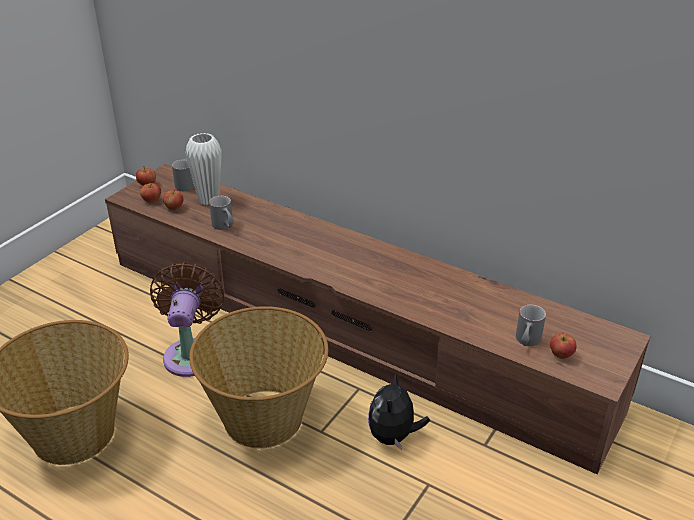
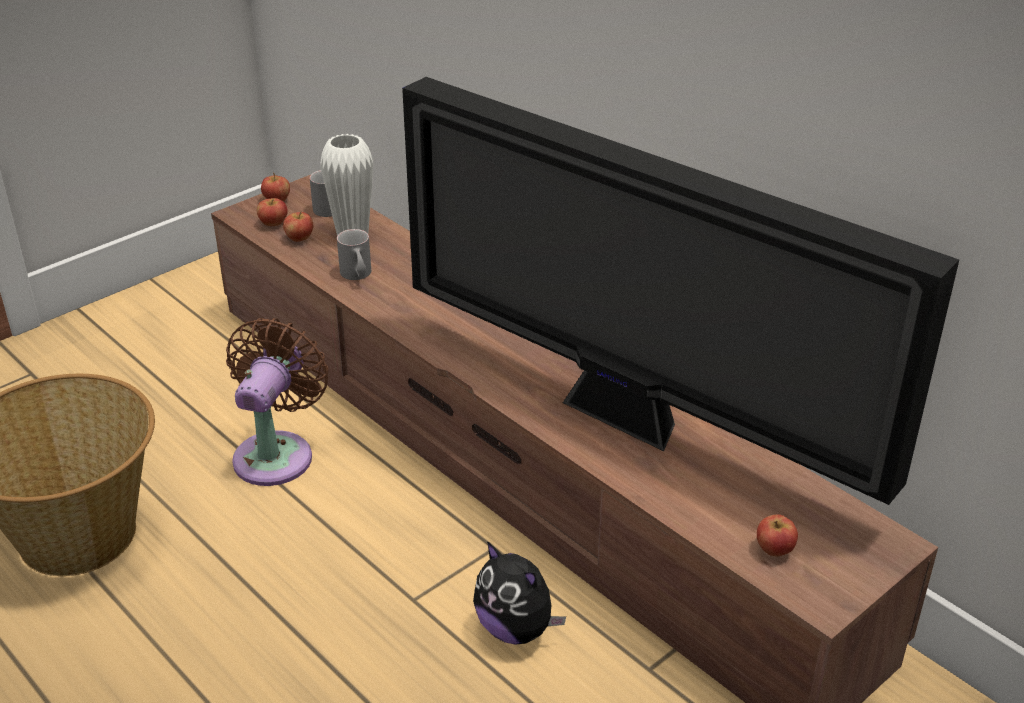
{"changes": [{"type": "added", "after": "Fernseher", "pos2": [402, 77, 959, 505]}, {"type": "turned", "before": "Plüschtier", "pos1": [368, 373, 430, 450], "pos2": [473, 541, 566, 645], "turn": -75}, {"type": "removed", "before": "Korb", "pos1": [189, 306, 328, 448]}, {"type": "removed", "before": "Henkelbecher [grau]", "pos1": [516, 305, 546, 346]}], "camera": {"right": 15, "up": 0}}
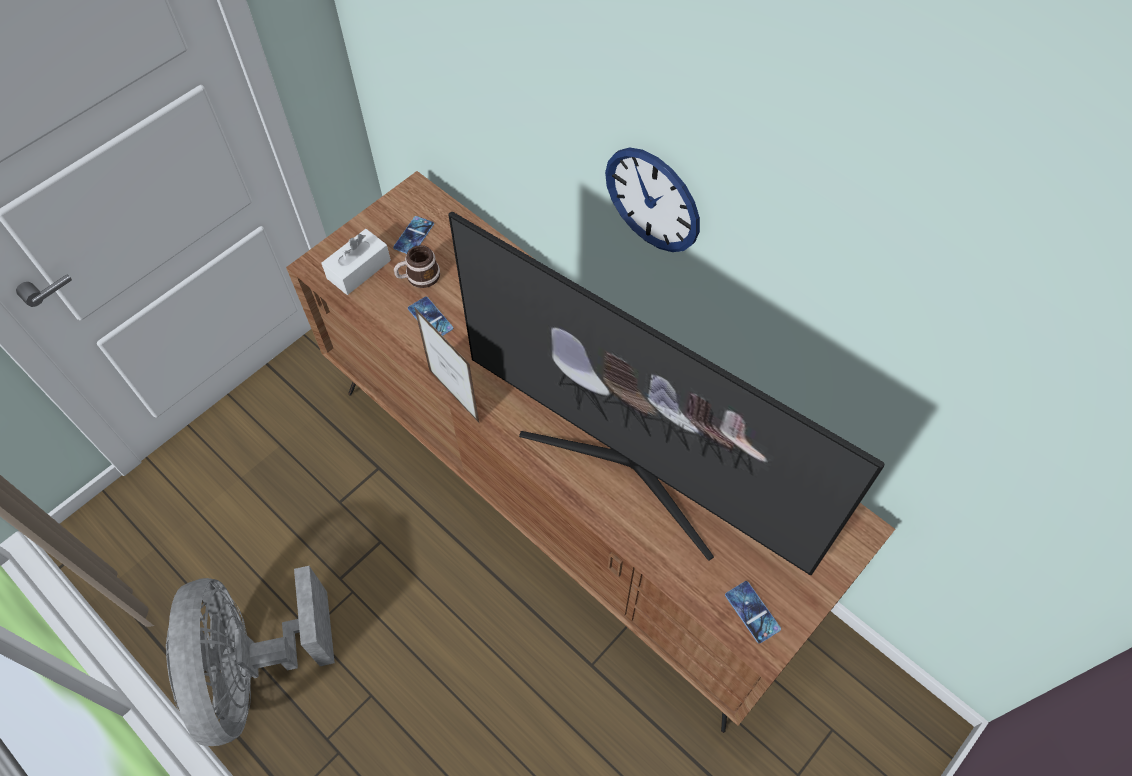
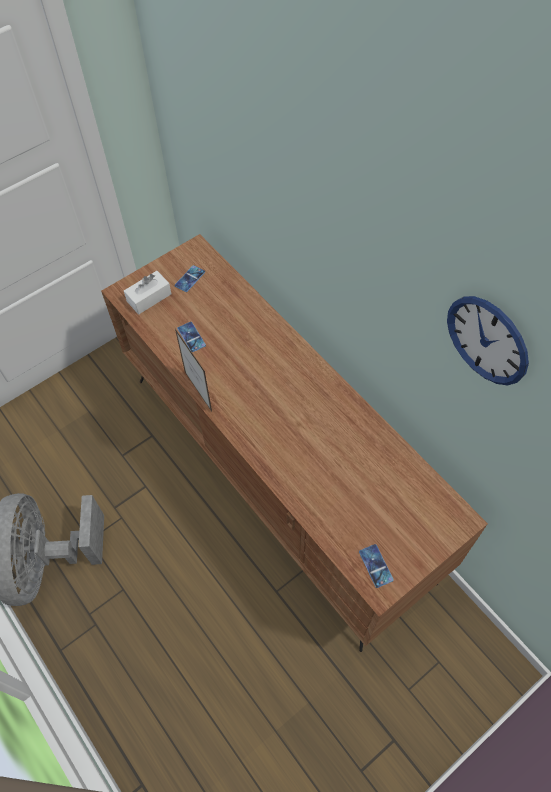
{"changes": [{"type": "moved", "before": "Wanduhr", "pos1": [605, 147, 700, 252], "pos2": [447, 296, 529, 385]}, {"type": "removed", "before": "Henkelbecher", "pos1": [394, 245, 440, 288]}, {"type": "removed", "before": "Fernseher", "pos1": [449, 212, 885, 575]}], "camera": {"right": 10, "up": 0}}
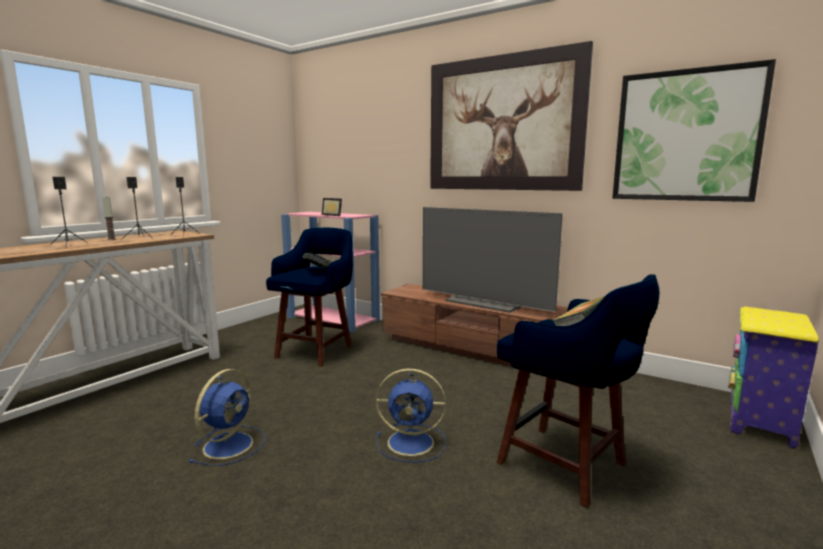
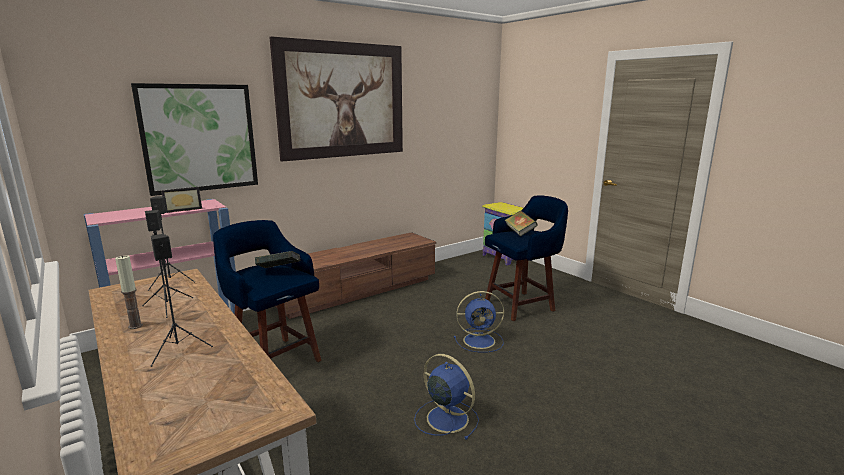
{"changes": [{"type": "moved", "before": "Bild", "pos1": [612, 59, 776, 202], "pos2": [131, 83, 258, 196]}, {"type": "turned", "before": "Ventilator [blau]", "pos1": [376, 369, 446, 463], "pos2": [454, 291, 504, 352], "turn": 60}, {"type": "removed", "before": "Fernseher", "pos1": [423, 207, 563, 313]}], "camera": {"right": -70, "up": 5}}
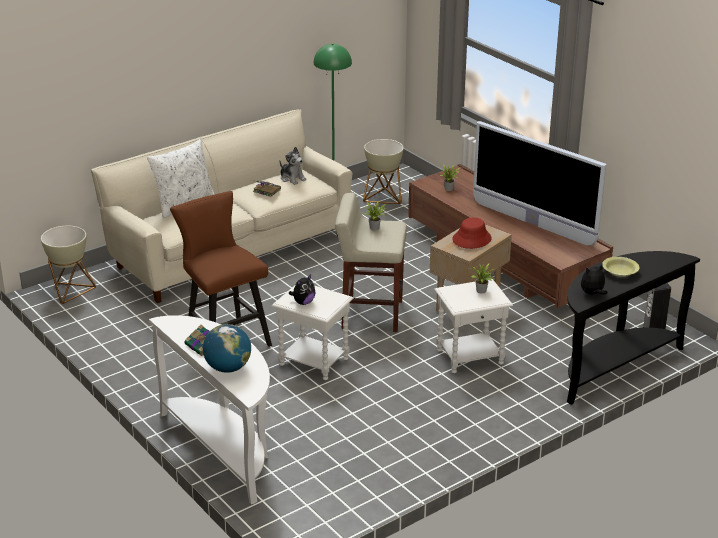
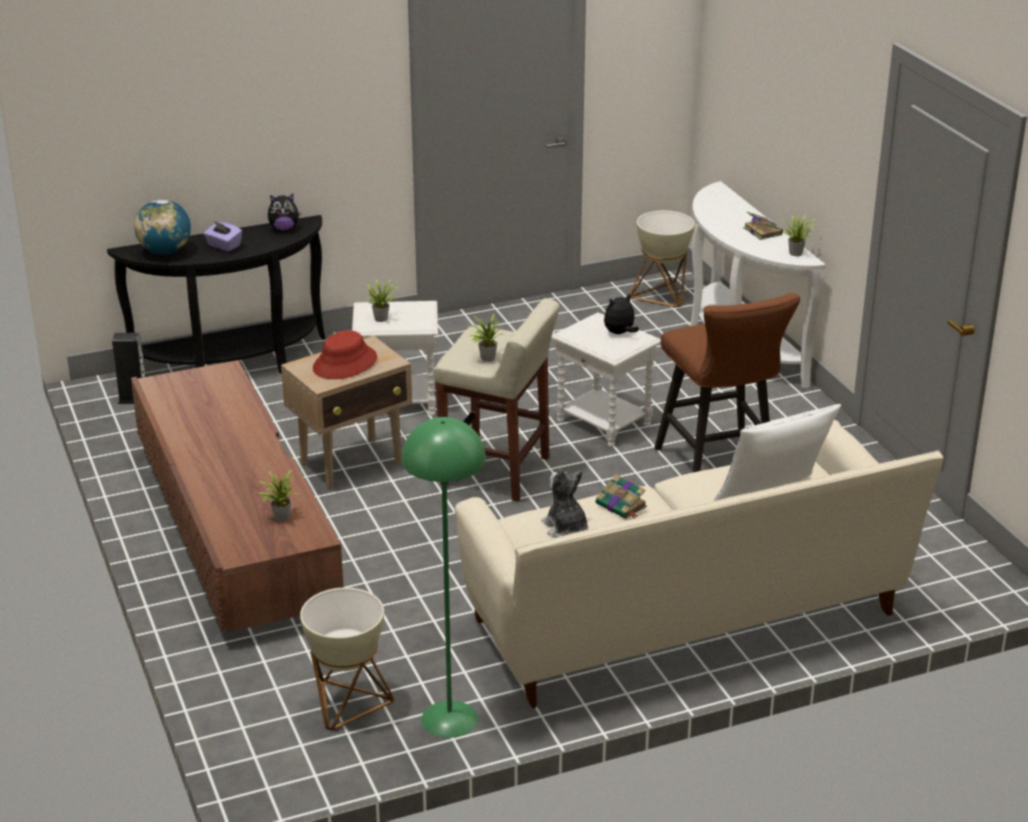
{"changes": [{"type": "moved", "before": "Globus", "pos1": [203, 324, 251, 373], "pos2": [135, 199, 191, 255]}, {"type": "replaced", "before": "Schüssel [gelb]", "after": "Taschentuchbox [lila]", "pos1": [602, 257, 639, 277], "pos2": [204, 221, 242, 252]}, {"type": "moved", "before": "Pflanzkübel", "pos1": [41, 226, 96, 304], "pos2": [630, 211, 695, 307]}, {"type": "added", "after": "Topfpflanze", "pos2": [782, 214, 817, 256]}, {"type": "removed", "before": "Fernseher", "pos1": [473, 121, 606, 246]}], "camera": {"right": -165, "up": 0}}
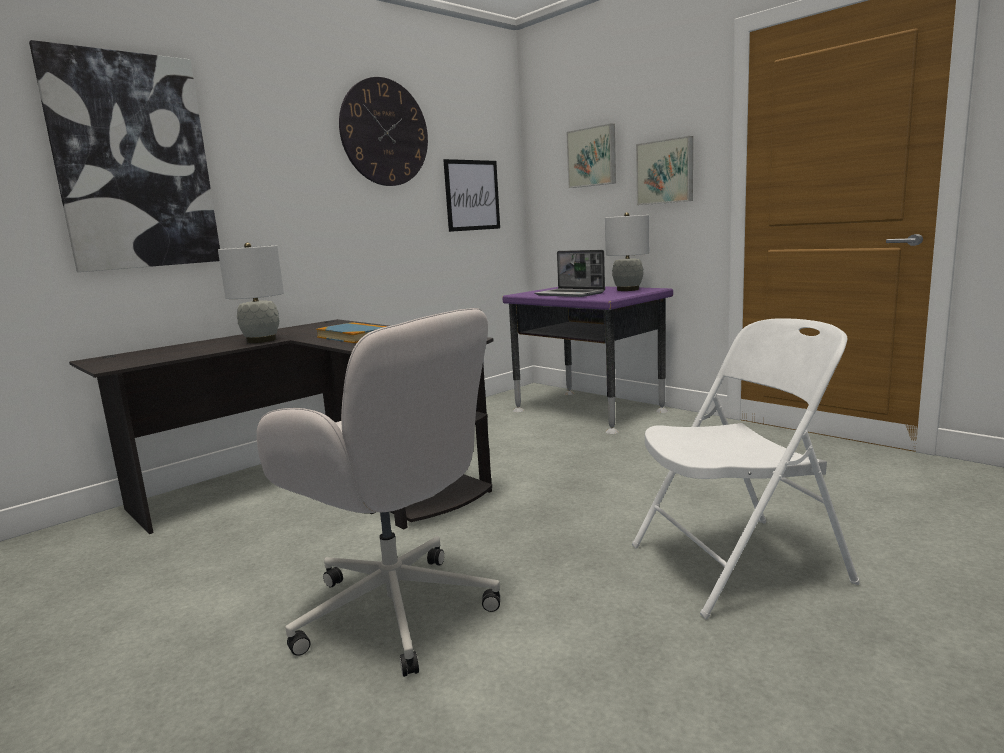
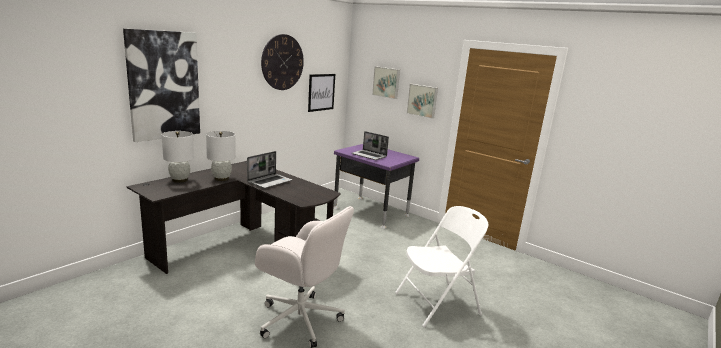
{"changes": [{"type": "moved", "before": "Tischlampe [weiß]", "pos1": [605, 212, 649, 291], "pos2": [162, 131, 194, 183]}, {"type": "replaced", "before": "Buch", "after": "Laptop", "pos1": [316, 322, 388, 343], "pos2": [247, 151, 292, 188]}], "camera": {"right": -10, "up": 5}}
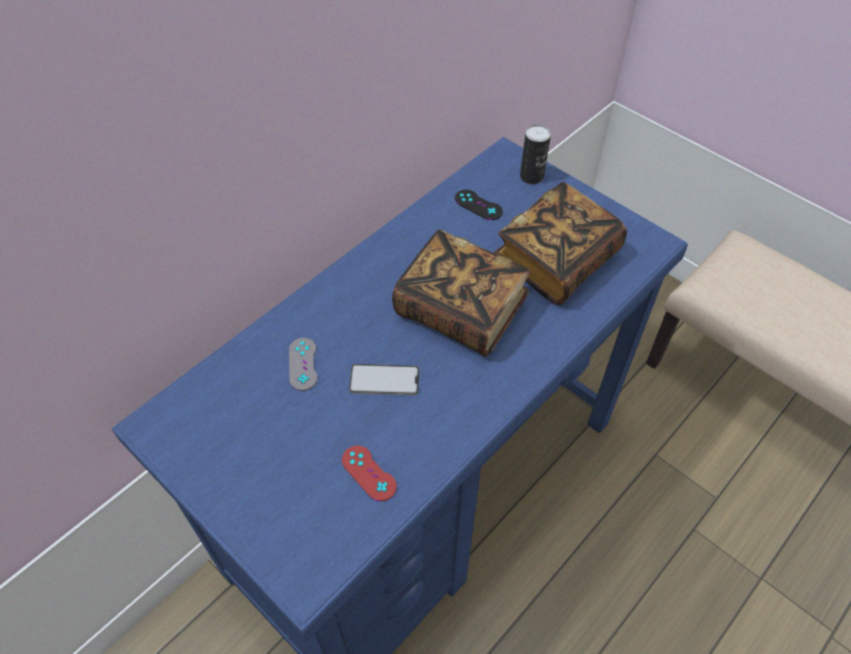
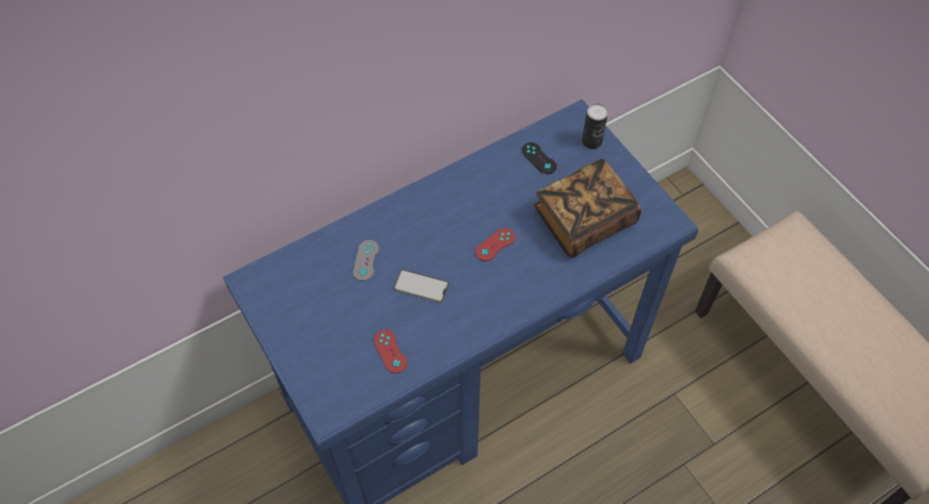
{"changes": [{"type": "replaced", "before": "Buch", "after": "Gamepad [rot]", "pos1": [392, 229, 530, 356], "pos2": [475, 228, 515, 261]}], "camera": {"right": 15, "up": 5}}
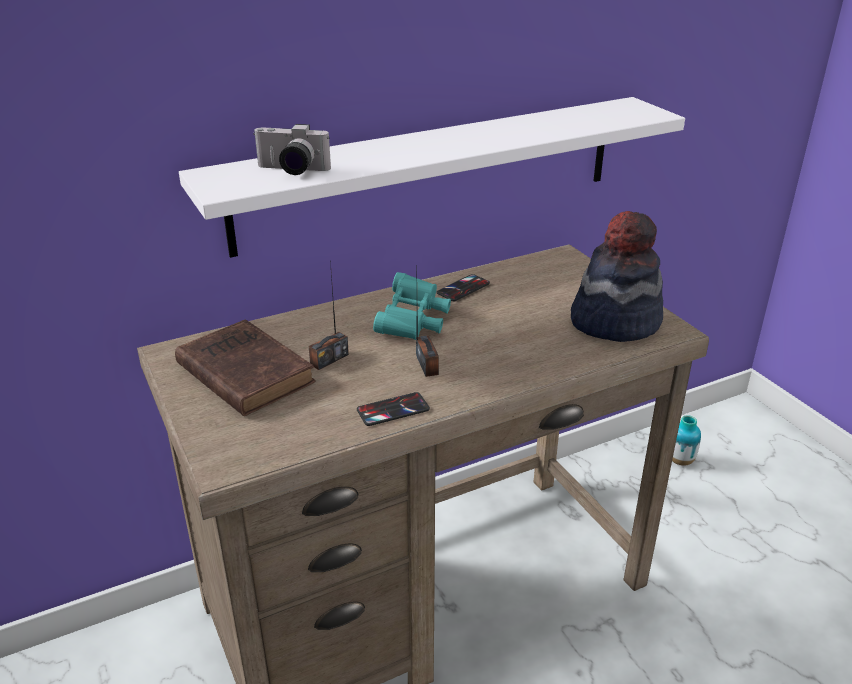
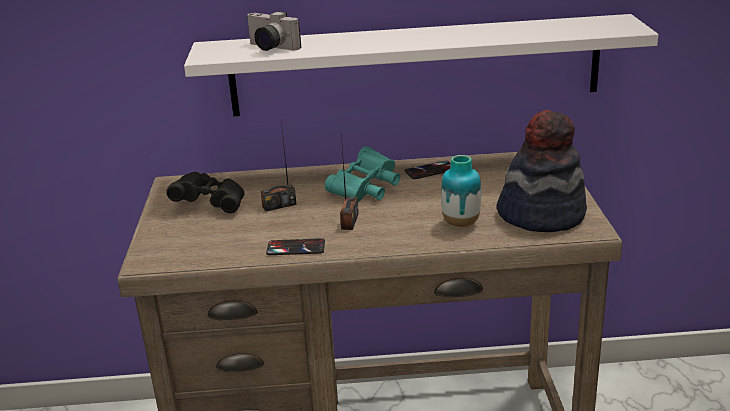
{"changes": [{"type": "replaced", "before": "Buch [braun]", "after": "Fernglas [schwarz]", "pos1": [175, 320, 316, 416], "pos2": [166, 172, 245, 213]}, {"type": "moved", "before": "Vase", "pos1": [672, 415, 701, 466], "pos2": [441, 155, 481, 227]}], "camera": {"right": 25, "up": -5}}
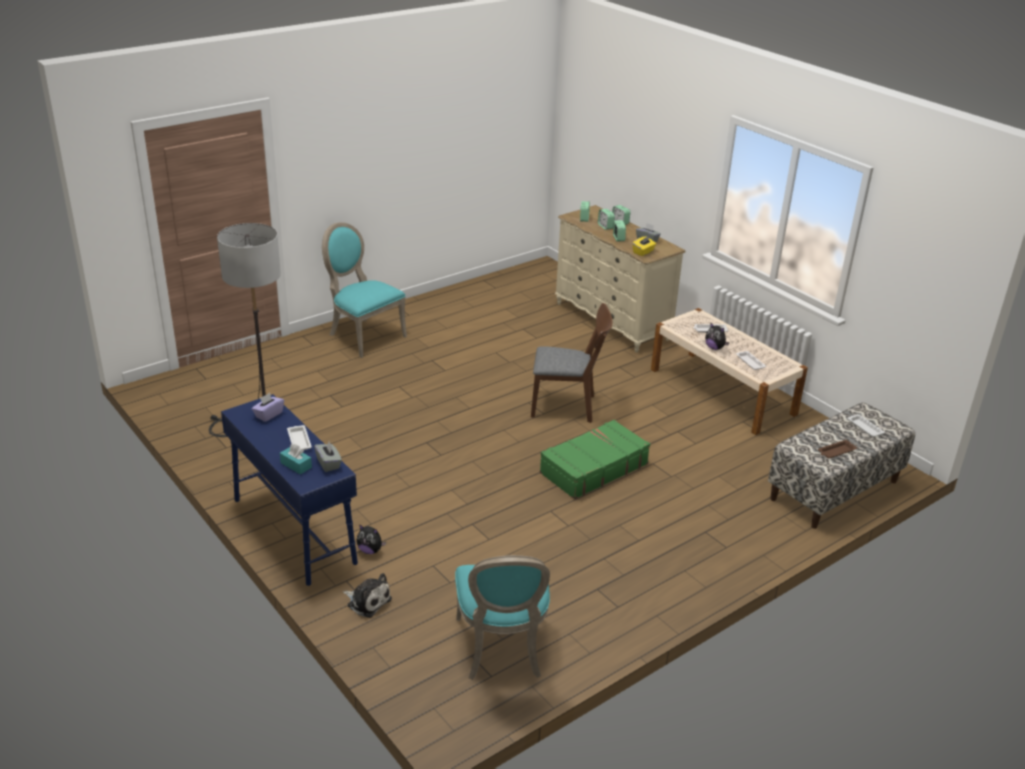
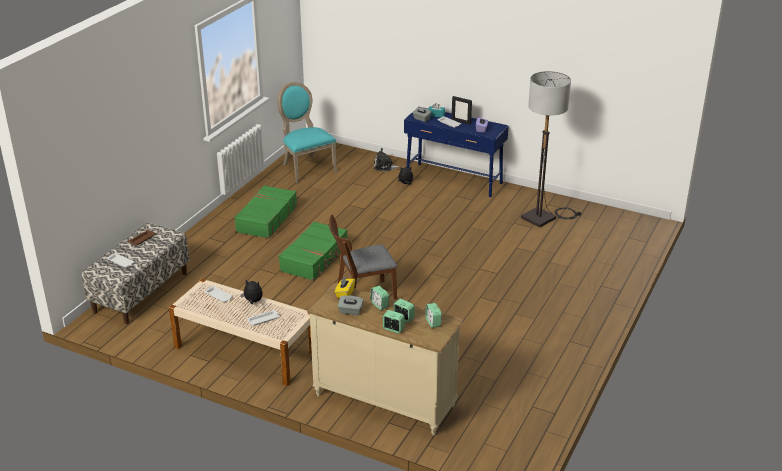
{"changes": [{"type": "added", "after": "Koffer [grün]", "pos2": [234, 185, 297, 239]}, {"type": "added", "after": "Bilderrahmen", "pos2": [452, 96, 472, 125]}, {"type": "removed", "before": "Stuhl [türkis]", "pos1": [322, 222, 407, 358]}], "camera": {"right": 155, "up": 0}}
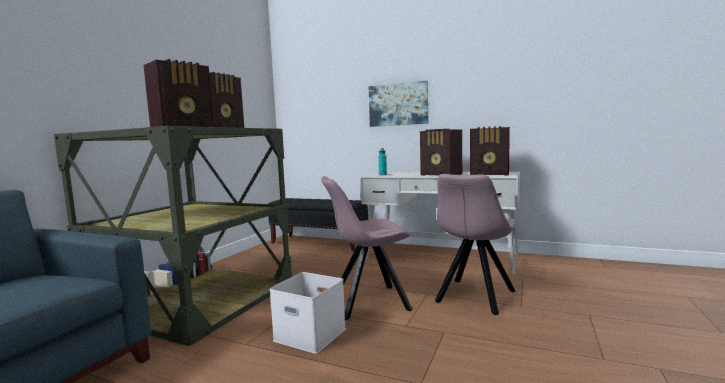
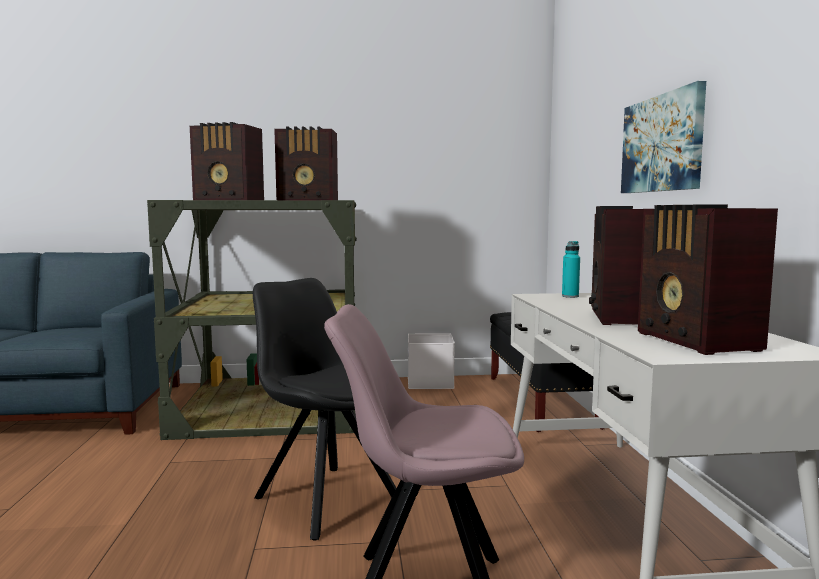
{"changes": [{"type": "recoloured", "before": "Stuhl [rosa]", "after": "Stuhl [schwarz]", "pos1": [321, 176, 412, 320], "pos2": [253, 278, 396, 541]}, {"type": "moved", "before": "Aufbewahrungsbox [weiß]", "pos1": [270, 272, 346, 354], "pos2": [408, 334, 455, 389]}], "camera": {"right": 60, "up": 0}}
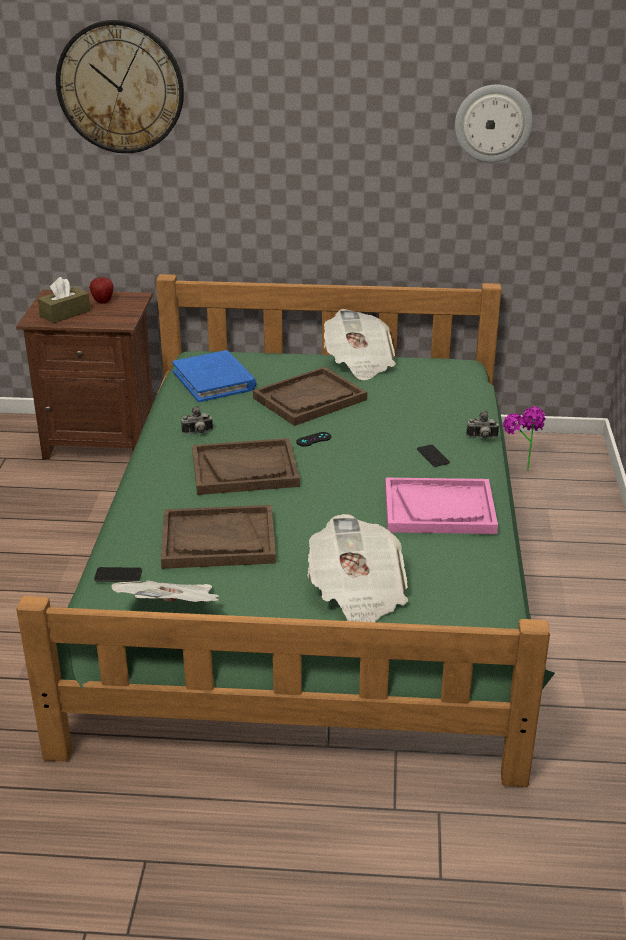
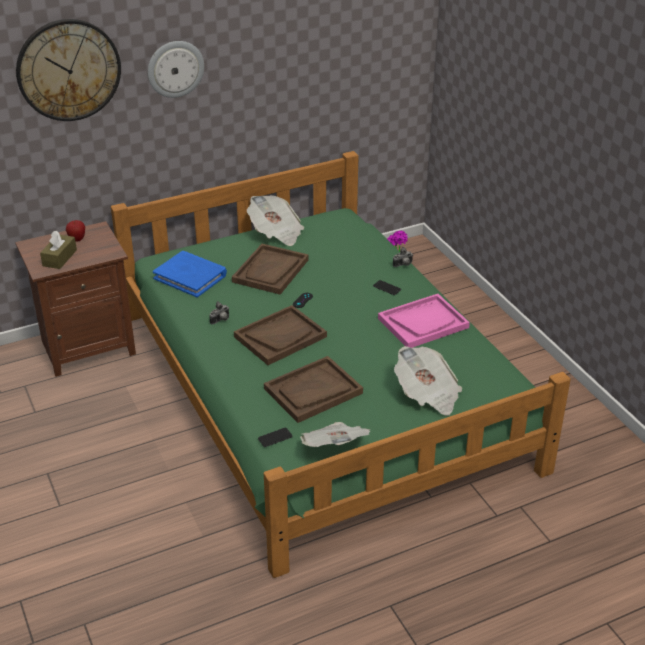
{"changes": [{"type": "moved", "before": "Wanduhr", "pos1": [455, 85, 533, 162], "pos2": [148, 41, 204, 98]}], "camera": {"right": -30, "up": 5}}
